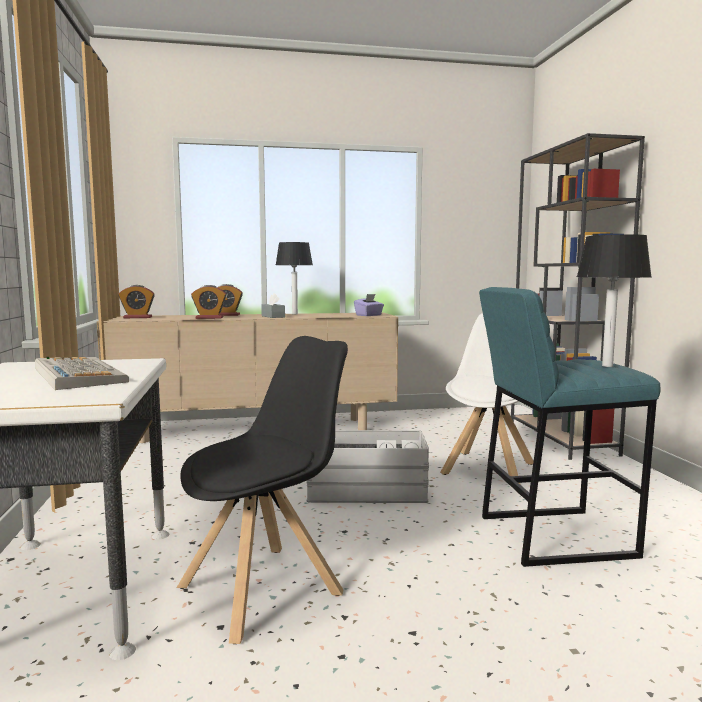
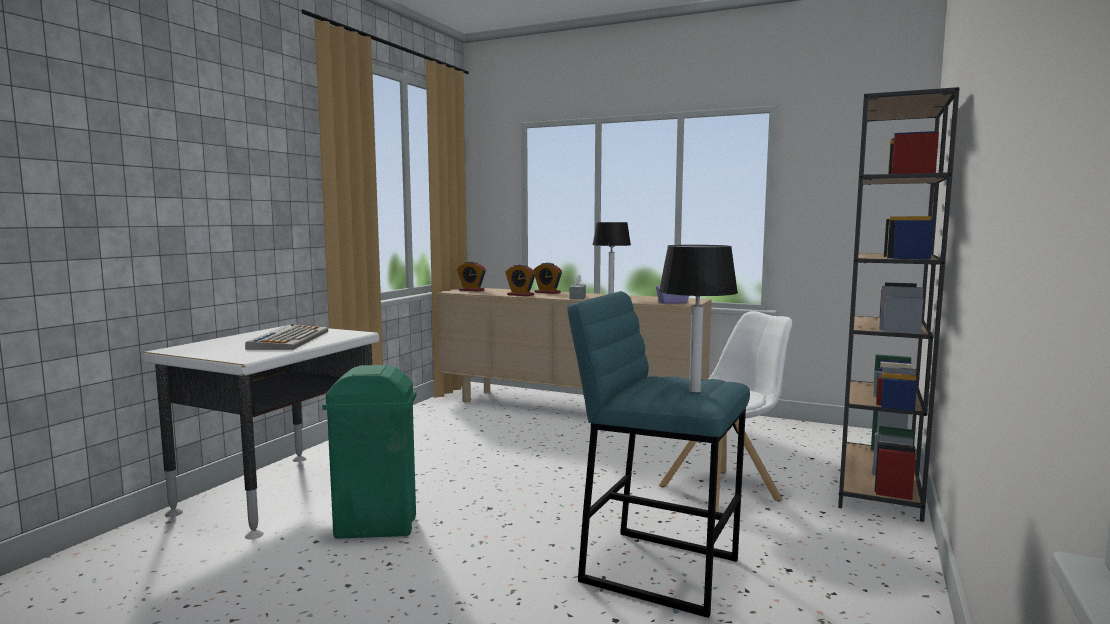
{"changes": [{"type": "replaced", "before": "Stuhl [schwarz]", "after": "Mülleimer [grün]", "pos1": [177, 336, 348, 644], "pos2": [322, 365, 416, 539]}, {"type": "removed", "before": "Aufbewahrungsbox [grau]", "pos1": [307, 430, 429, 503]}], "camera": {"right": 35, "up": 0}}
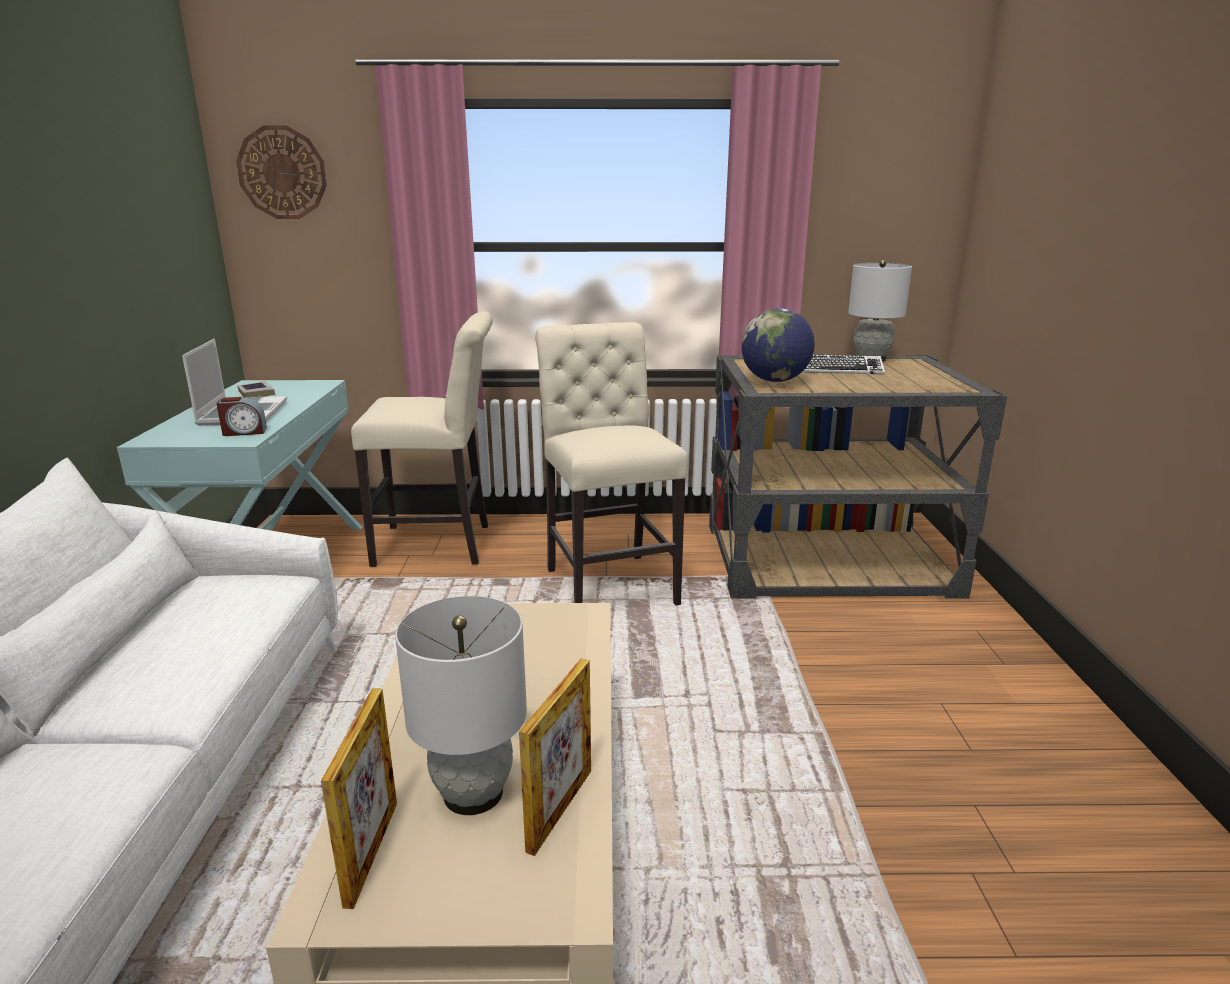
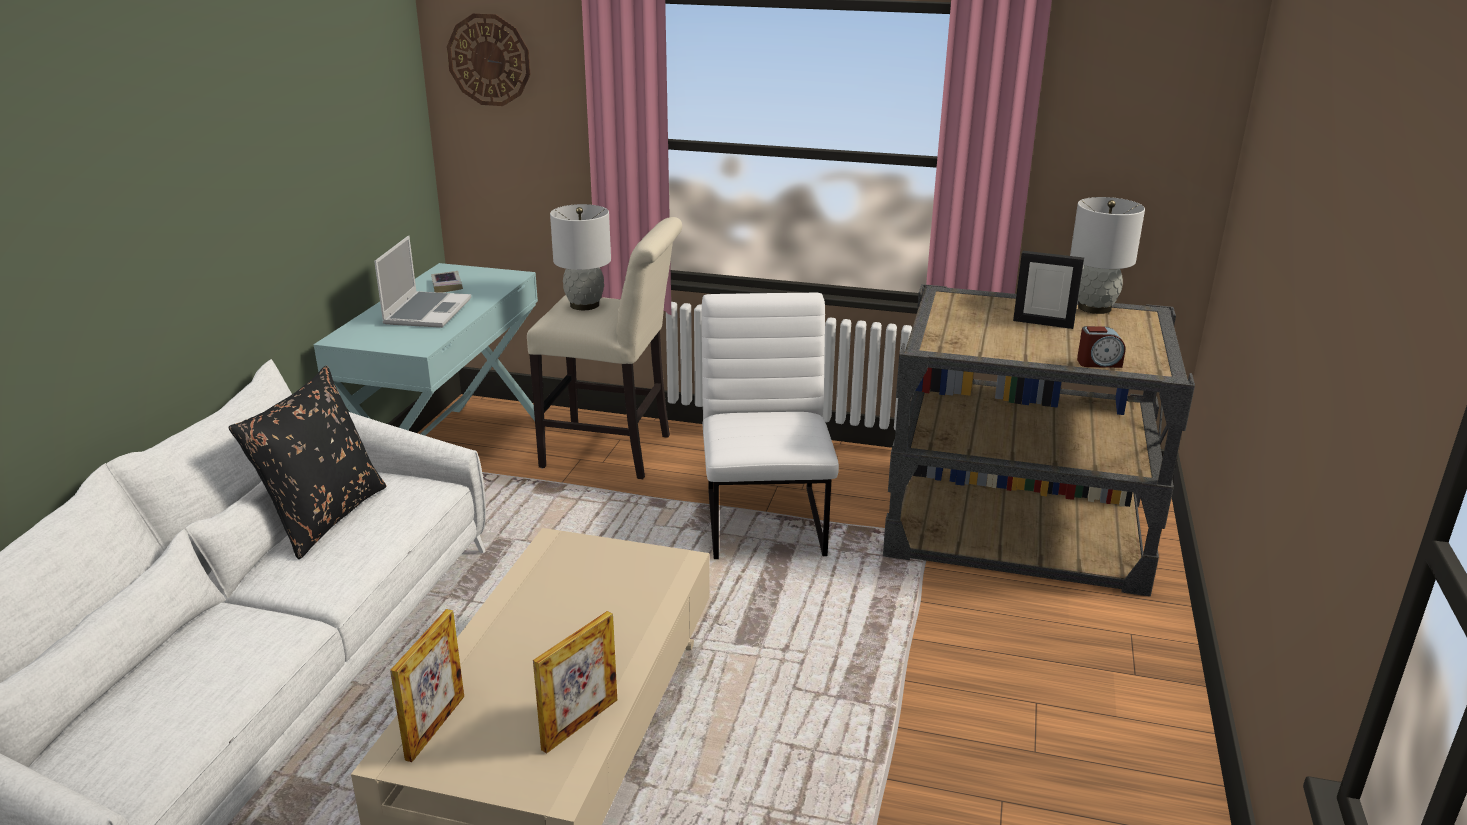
{"changes": [{"type": "added", "after": "Kissen [schwarz]", "pos2": [229, 366, 387, 559]}, {"type": "moved", "before": "Tischlampe [weiß]", "pos1": [395, 596, 527, 815], "pos2": [550, 204, 611, 310]}, {"type": "replaced", "before": "Hocker [beige]", "after": "Stuhl [weiß]", "pos1": [535, 322, 688, 606], "pos2": [702, 292, 839, 559]}, {"type": "replaced", "before": "Tastatur", "after": "Bilderrahmen", "pos1": [803, 354, 885, 374], "pos2": [1013, 251, 1084, 329]}, {"type": "moved", "before": "Wecker", "pos1": [216, 397, 267, 436], "pos2": [1077, 326, 1125, 368]}, {"type": "removed", "before": "Globus", "pos1": [741, 308, 815, 382]}], "camera": {"right": 15, "up": 5}}
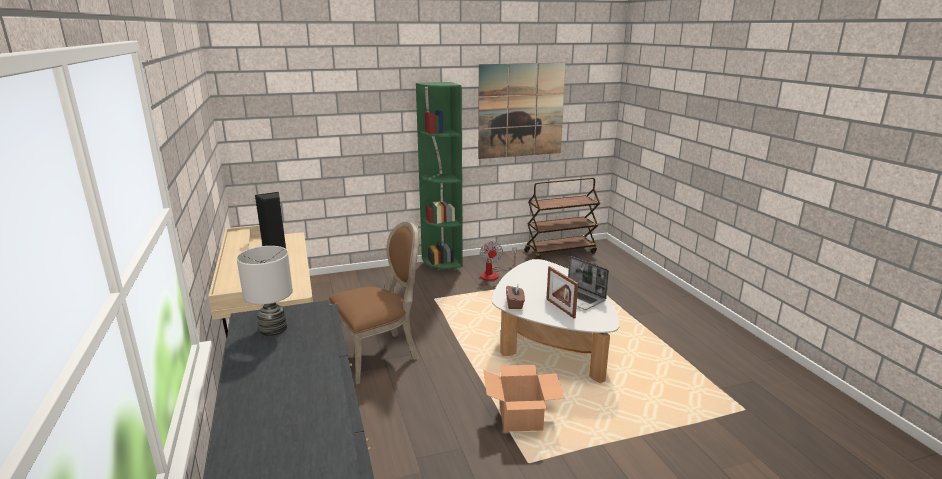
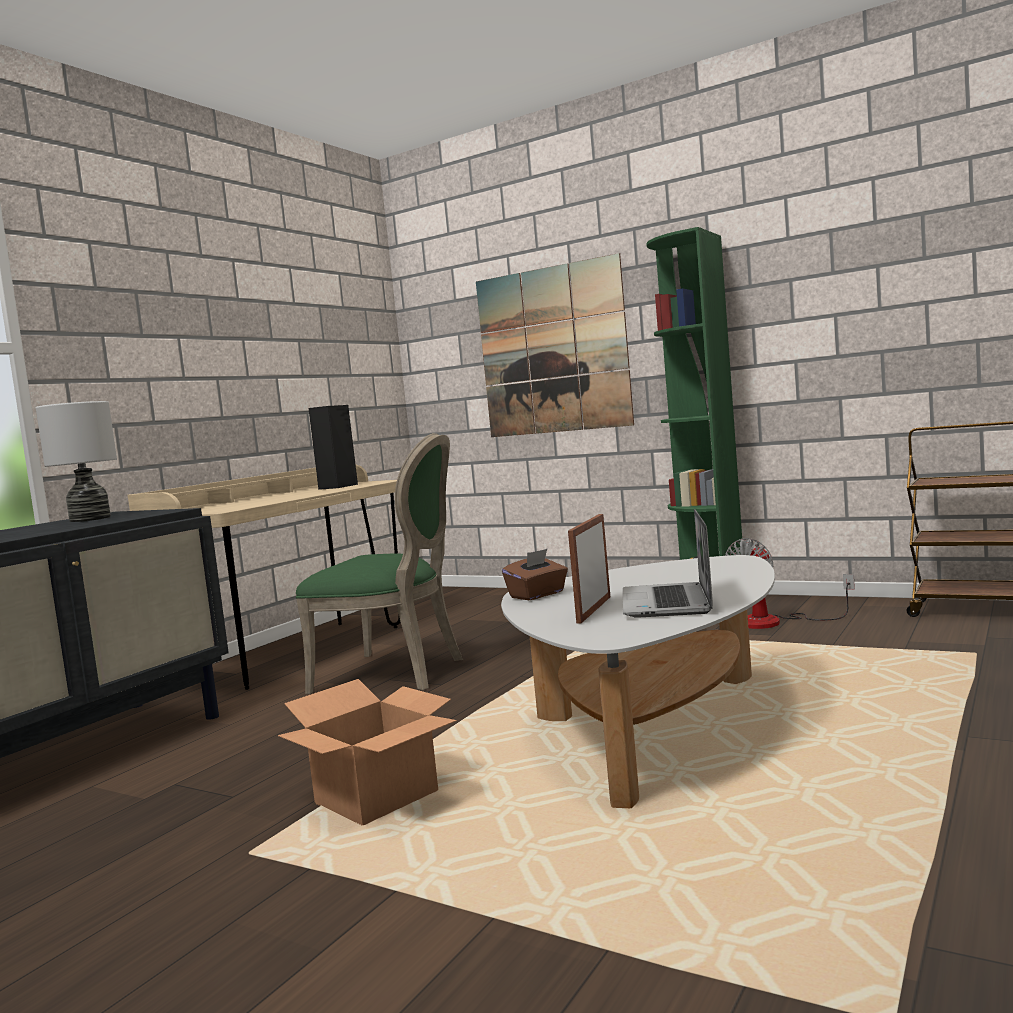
{"changes": [{"type": "recoloured", "before": "Stuhl [braun]", "after": "Stuhl [grün]", "pos1": [329, 222, 420, 384], "pos2": [296, 433, 463, 694]}, {"type": "moved", "before": "Bild", "pos1": [478, 63, 566, 159], "pos2": [476, 253, 634, 437]}], "camera": {"right": 50, "up": -15}}
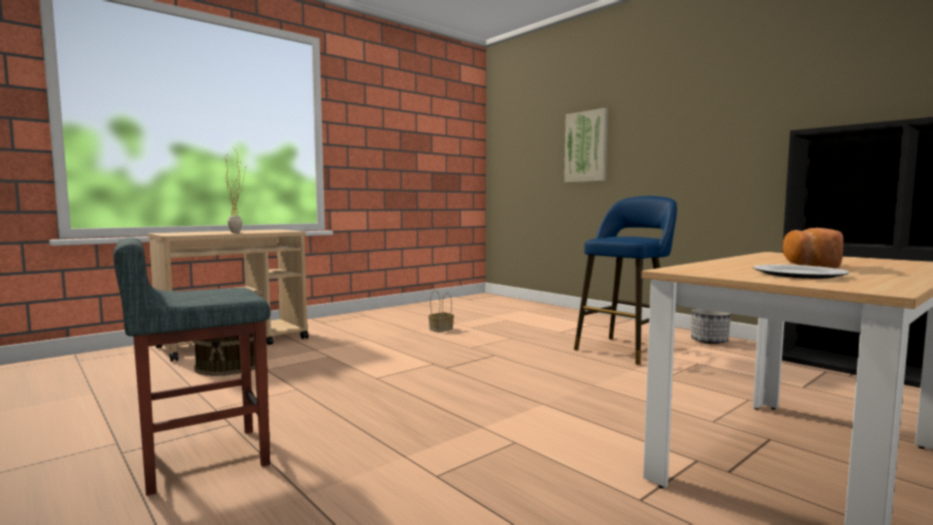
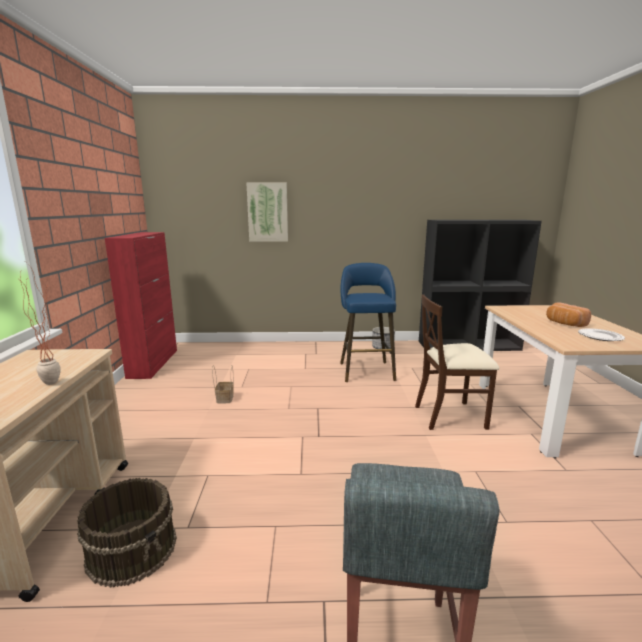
{"changes": [{"type": "added", "after": "Schrank [rot]", "pos2": [105, 232, 177, 379]}, {"type": "added", "after": "Stuhl [beige]", "pos2": [415, 294, 500, 430]}], "camera": {"right": -50, "up": 10}}
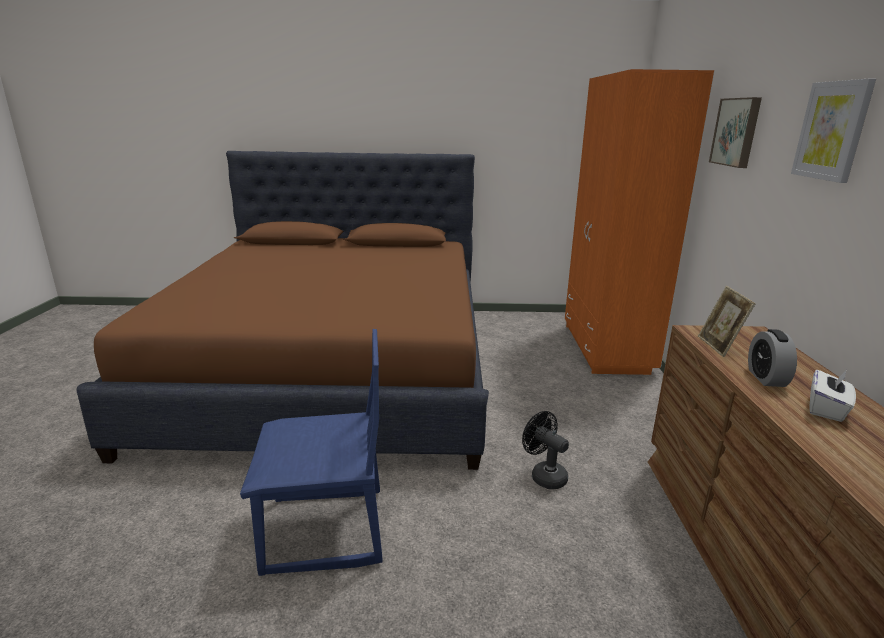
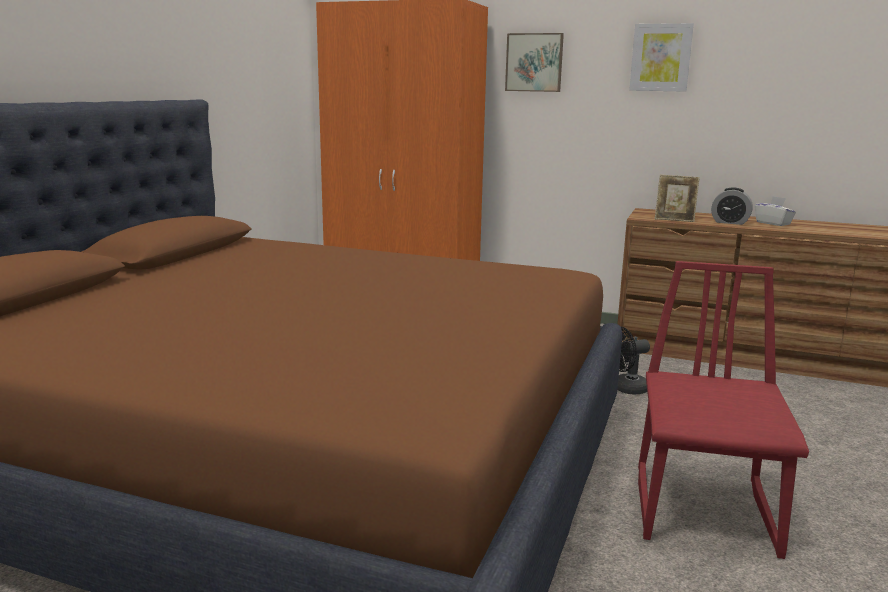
{"changes": [{"type": "recoloured", "before": "Stuhl [blau]", "after": "Stuhl [rot]", "pos1": [240, 329, 383, 576], "pos2": [638, 261, 809, 559]}], "camera": {"right": -70, "up": -5}}
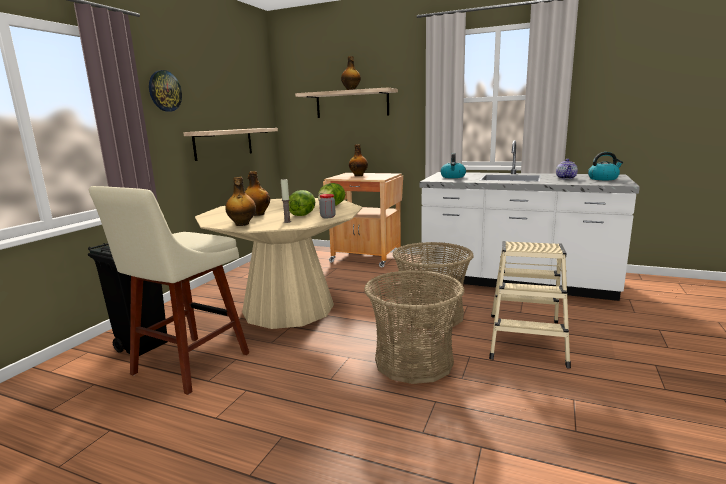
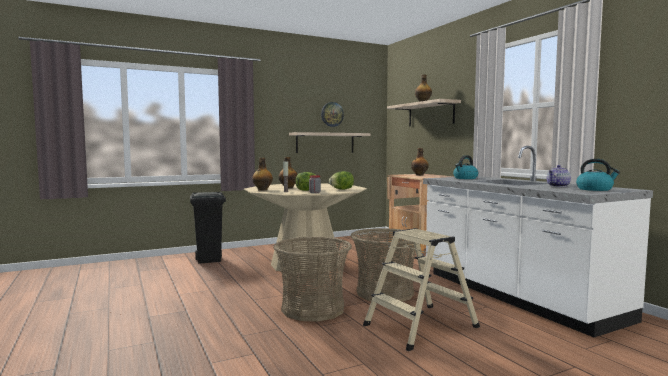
{"changes": [{"type": "moved", "before": "Wanduhr", "pos1": [149, 70, 182, 112], "pos2": [321, 102, 344, 127]}, {"type": "removed", "before": "Hocker [beige]", "pos1": [89, 186, 249, 395]}], "camera": {"right": 40, "up": -10}}
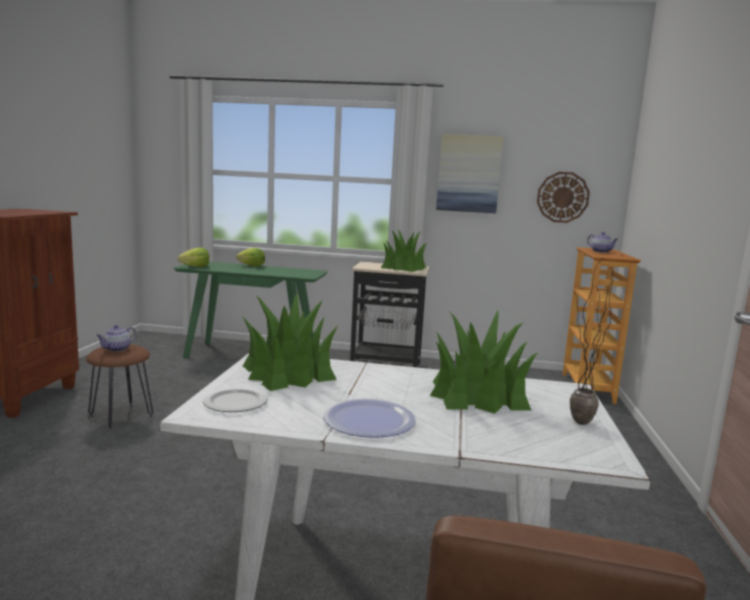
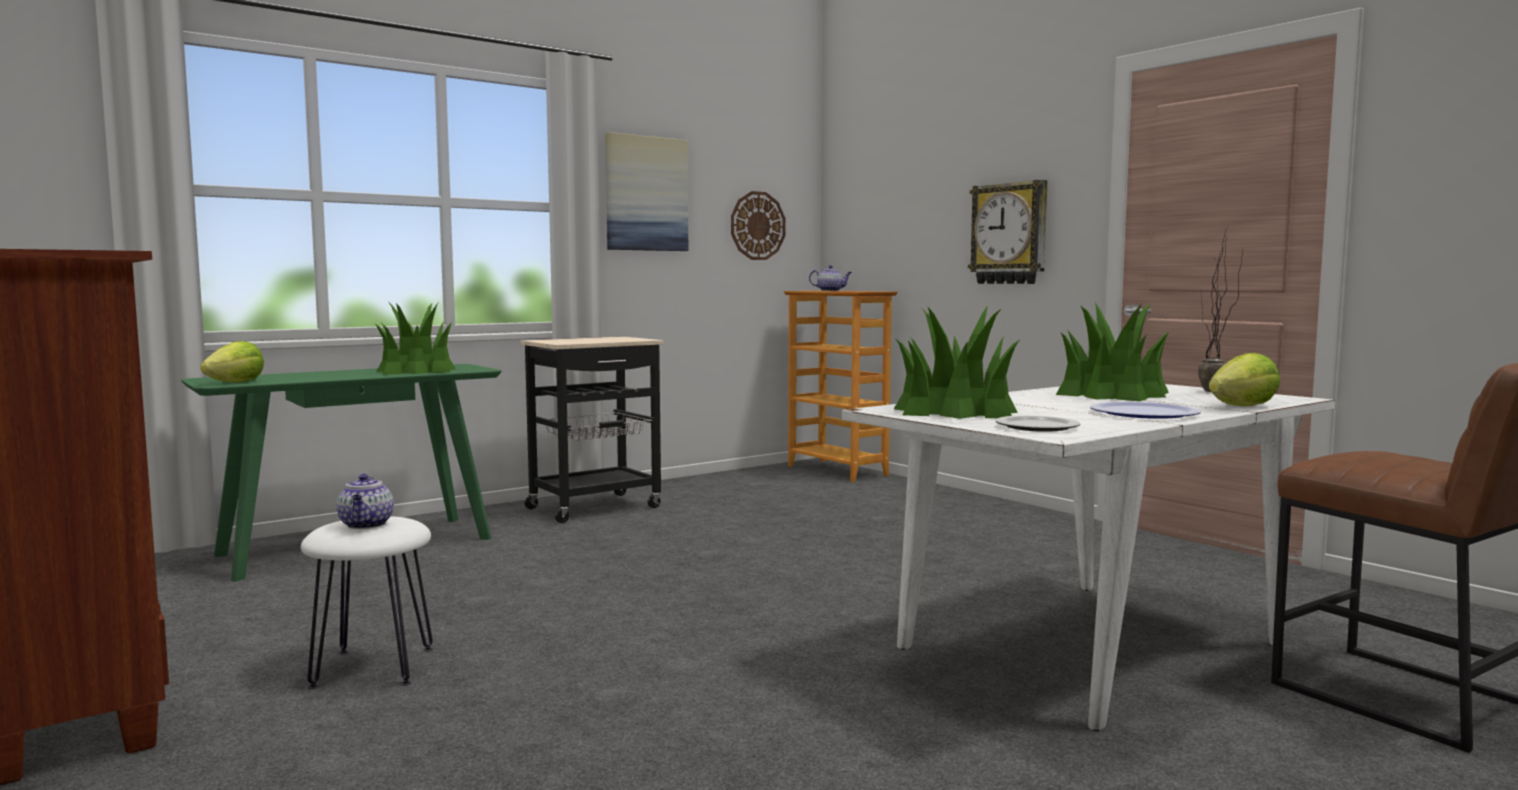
{"changes": [{"type": "recoloured", "before": "Hocker [braun]", "after": "Hocker [weiß]", "pos1": [86, 344, 153, 430], "pos2": [301, 516, 433, 689]}, {"type": "moved", "before": "Topfpflanze", "pos1": [381, 229, 426, 272], "pos2": [375, 303, 456, 375]}, {"type": "added", "after": "Wanduhr", "pos2": [968, 180, 1047, 284]}, {"type": "moved", "before": "Salatkopf", "pos1": [236, 248, 265, 267], "pos2": [1209, 353, 1280, 406]}], "camera": {"right": -45, "up": -5}}
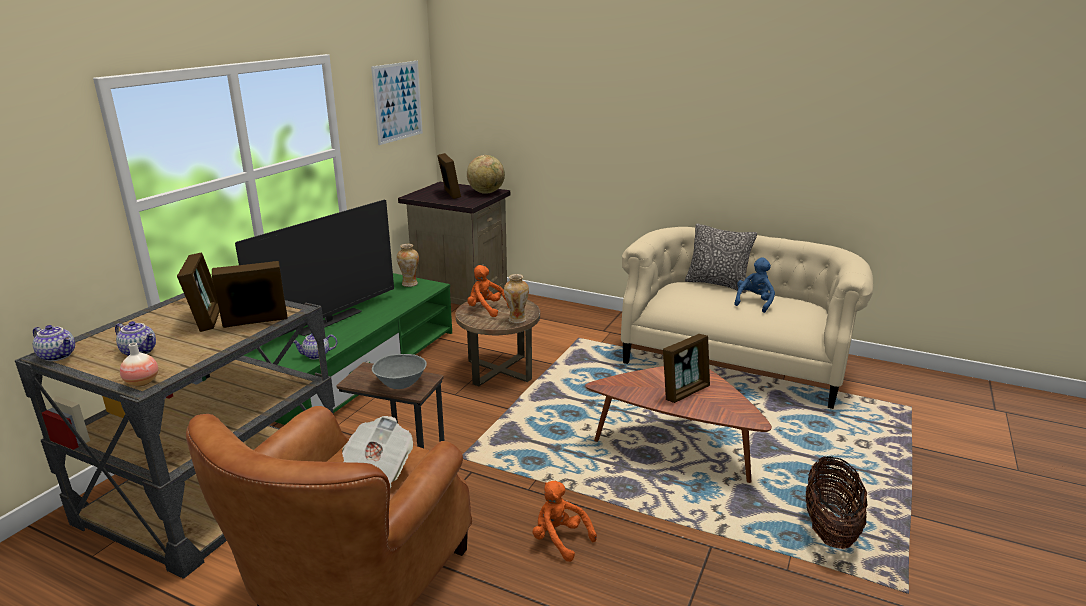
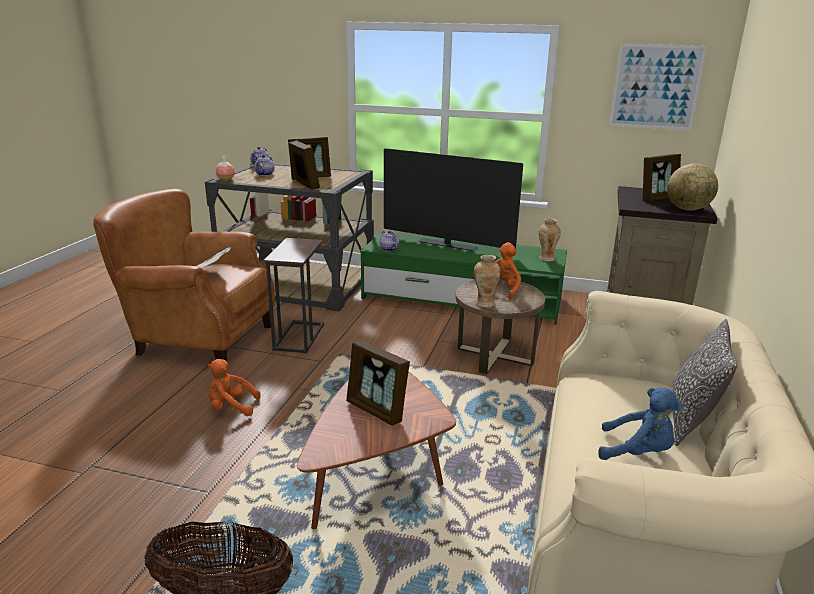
{"changes": [{"type": "turned", "before": "Plüschtier [orange]", "pos1": [533, 481, 597, 562], "pos2": [208, 359, 261, 416], "turn": -120}, {"type": "removed", "before": "Schüssel [grau]", "pos1": [372, 354, 427, 389]}], "camera": {"right": 80, "up": 0}}
